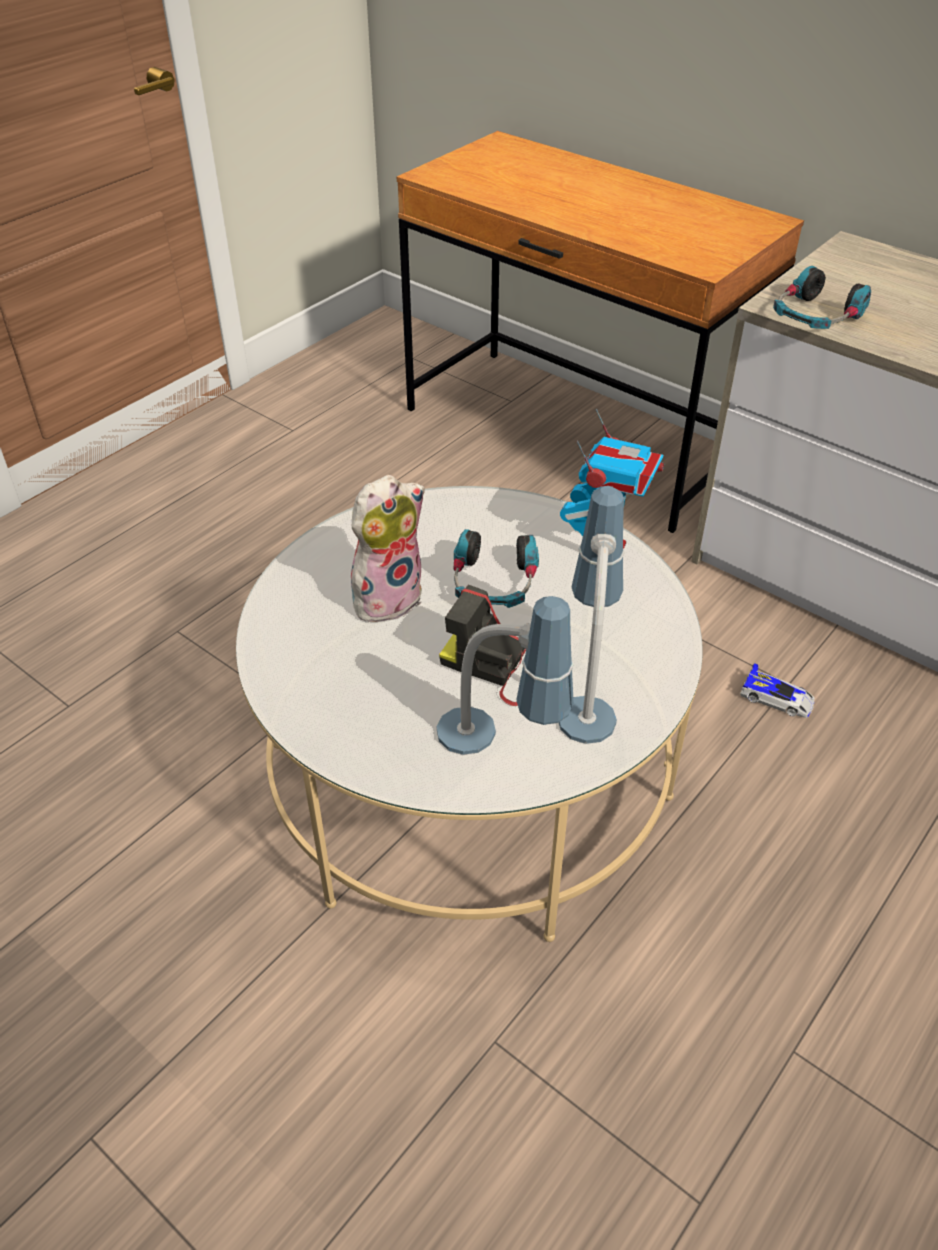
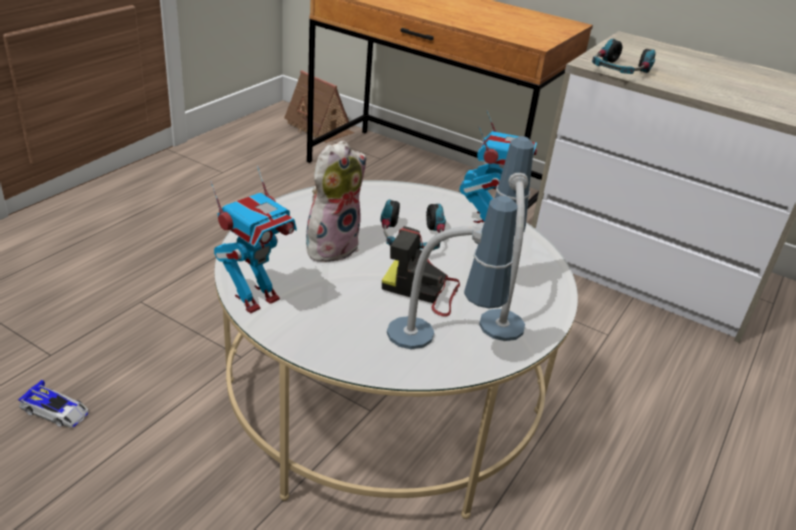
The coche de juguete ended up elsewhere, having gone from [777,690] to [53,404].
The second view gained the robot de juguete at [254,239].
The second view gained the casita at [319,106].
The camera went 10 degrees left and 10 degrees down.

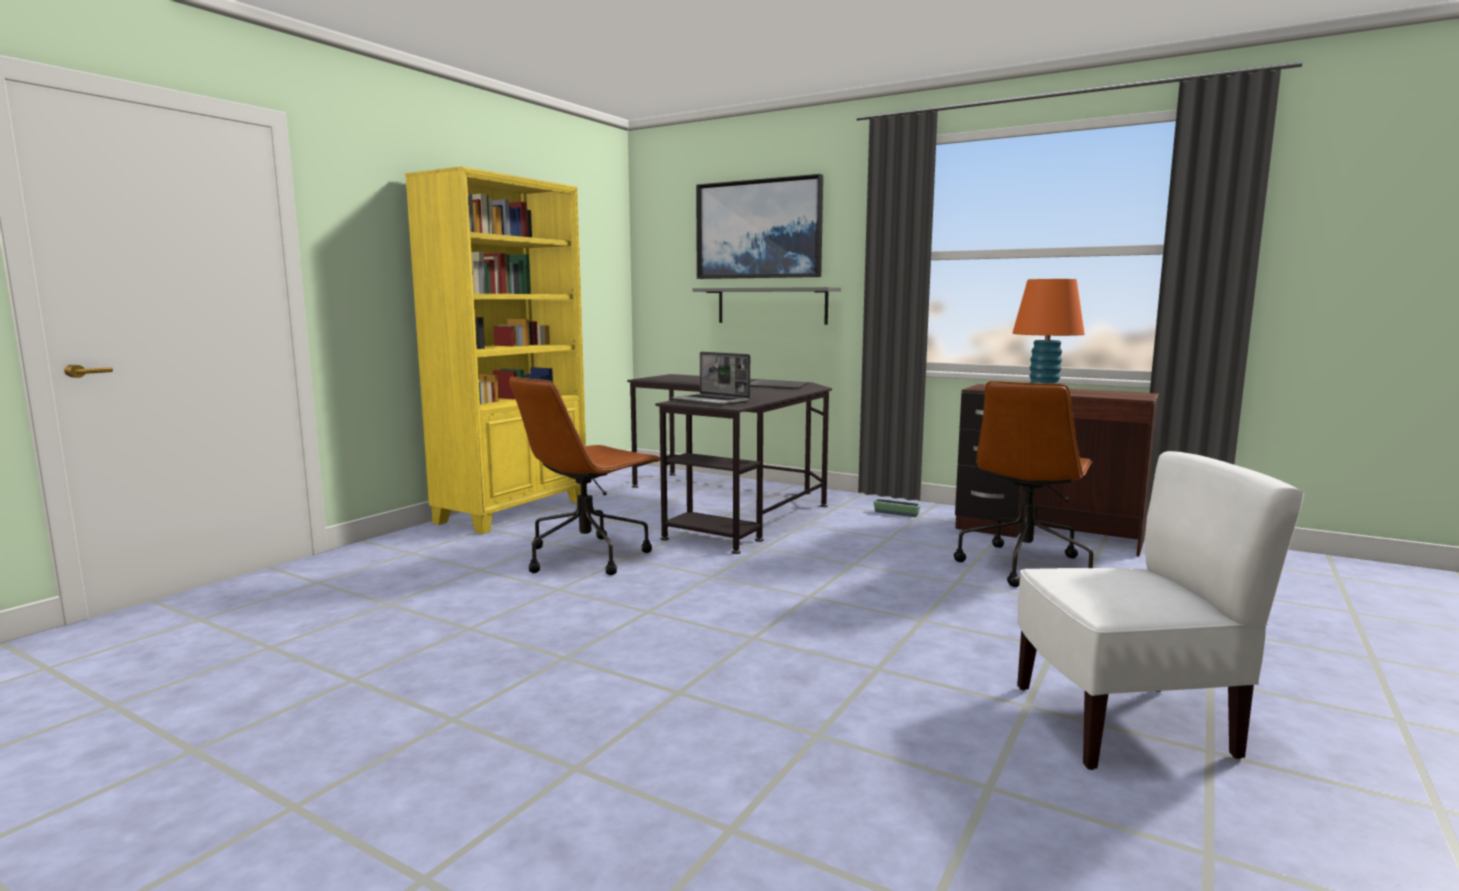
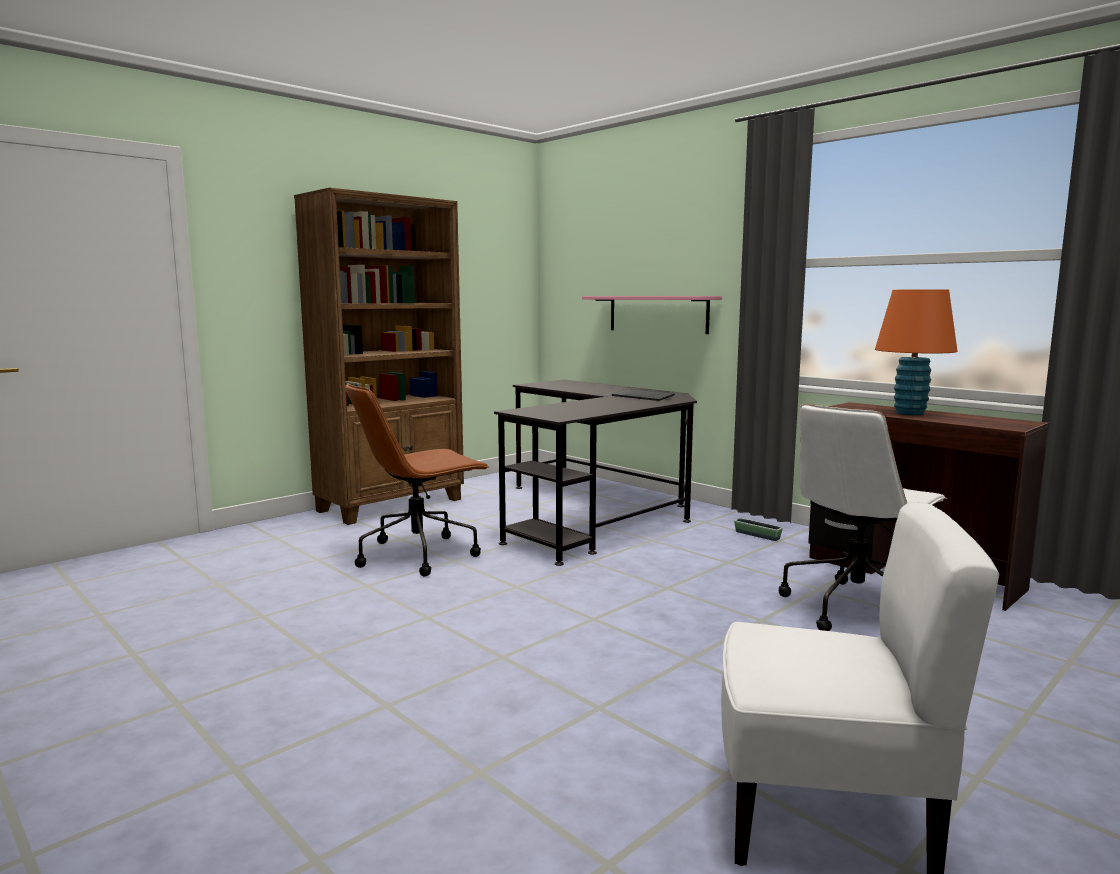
What was the estantería/amarillo at [495,350] turned into the estantería/marrón at [379,356].
The second view lost the portátil at [710,379].
What was the estante/gris at [766,306] turned into the estante/rosa at [652,315].
The second view lost the cuadro at [759,226].
What was the silla de oficina/marrón at [1024,484] turned into the silla de oficina/blanco at [863,517].
The camera went 15 degrees right and 0 degrees up.

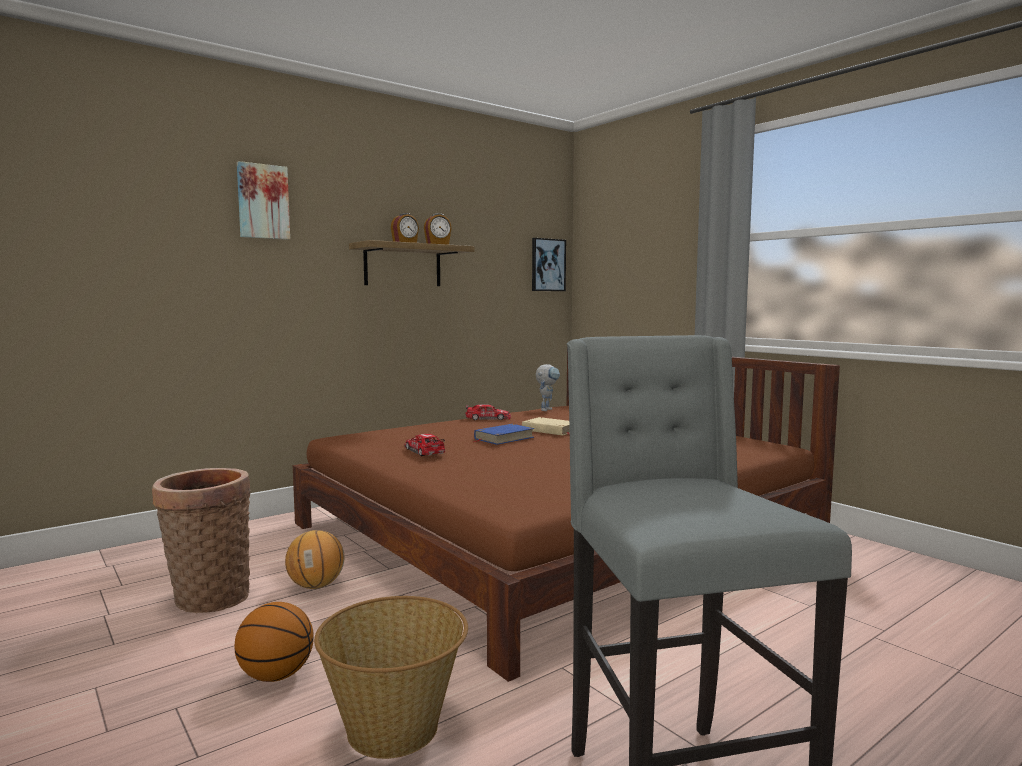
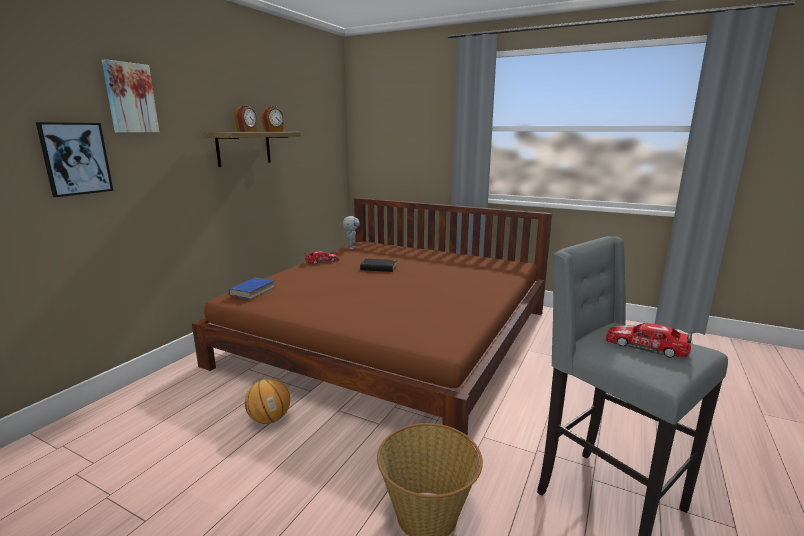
The second view lost the cesta at [201,540].
The second view lost the balón de baloncesto at [274,642].
The coche de juguete ended up elsewhere, having gone from [425,445] to [648,340].
The libro/azul ended up elsewhere, having gone from [503,434] to [252,288].
What was the libro/beis at [546,426] turned into the libro/negro at [379,265].
The cuadro ended up elsewhere, having gone from [549,264] to [74,159].
The camera went 25 degrees left and 10 degrees up.

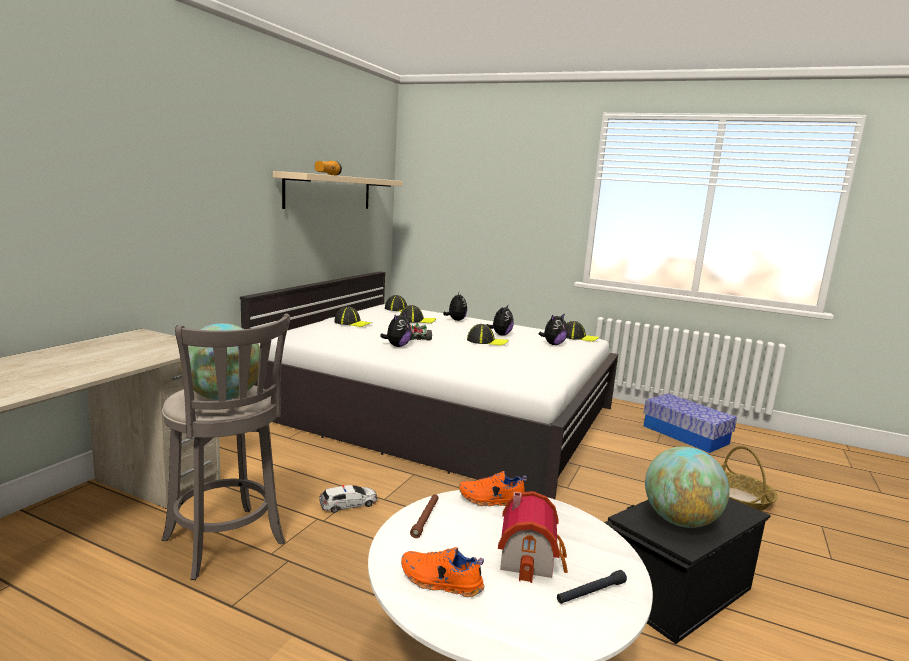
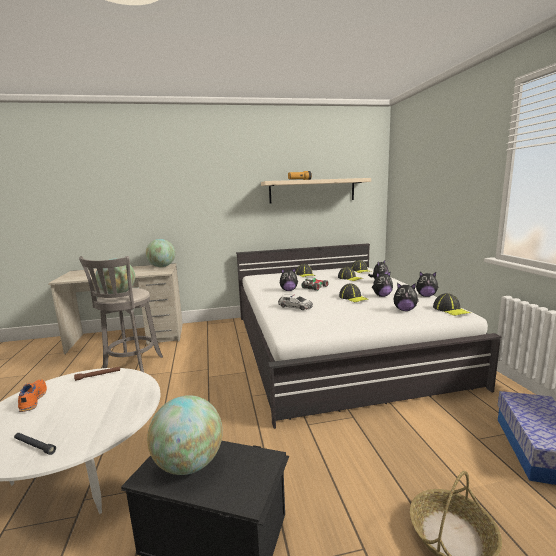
The coche de juguete ended up elsewhere, having gone from [348,499] to [295,302].
The second view lost the zapato/naranja at [493,488].
The second view lost the casita at [533,537].
The second view gained the globo terráqueo at [160,253].
The second view gained the peluche at [427,284].
The camera went 55 degrees right and 0 degrees up.

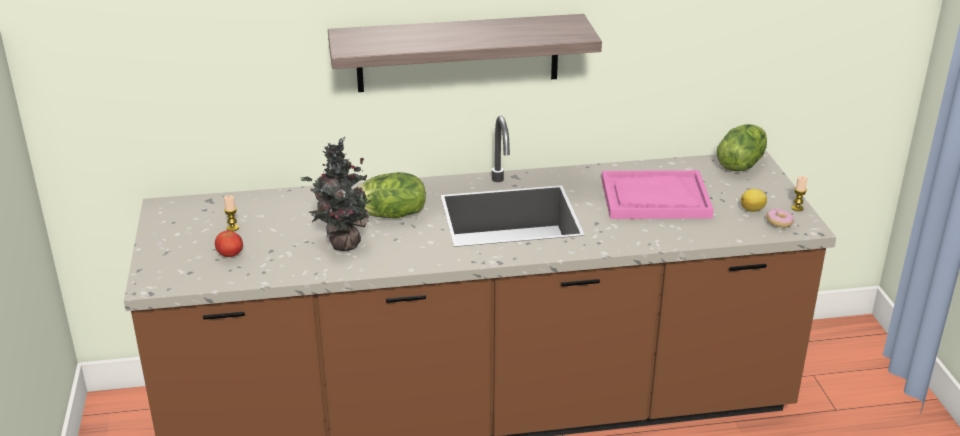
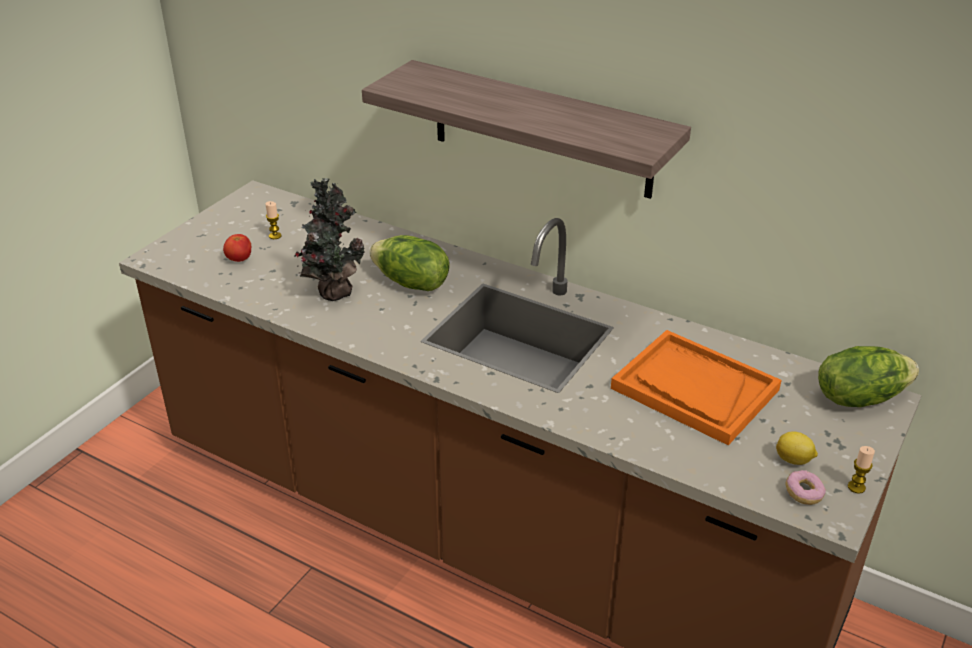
What was the bandeja/rosa at [657,194] turned into the bandeja/naranja at [696,387].
The camera went 40 degrees right and 5 degrees up.

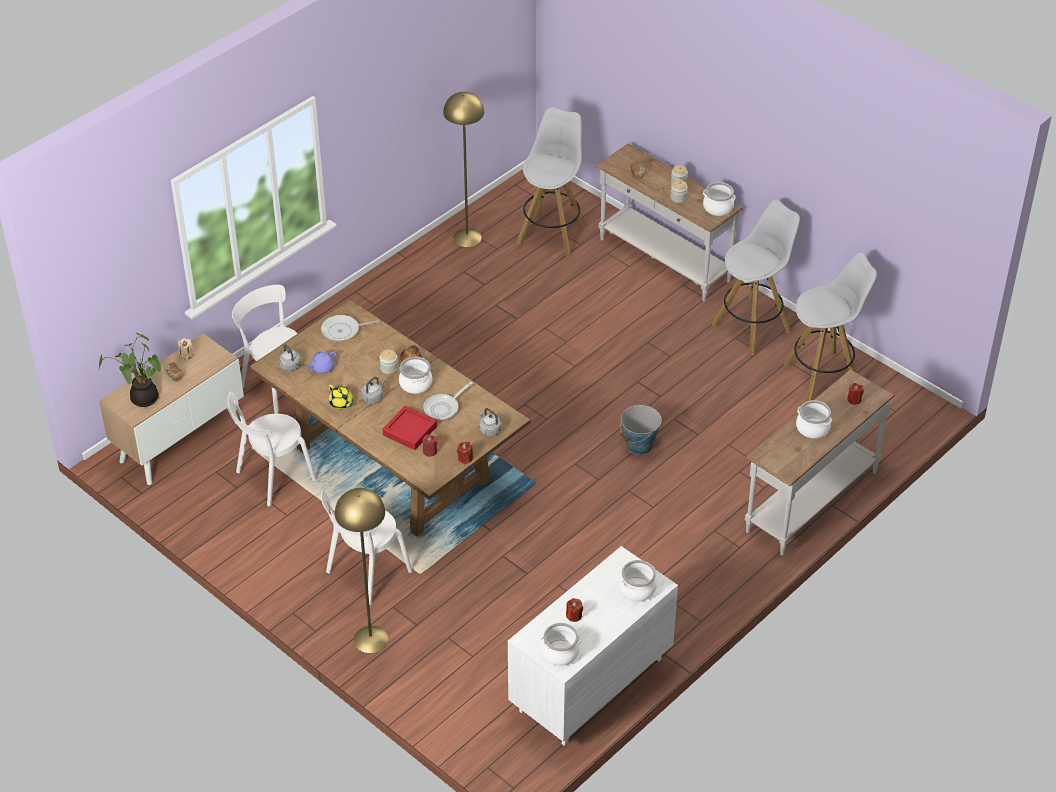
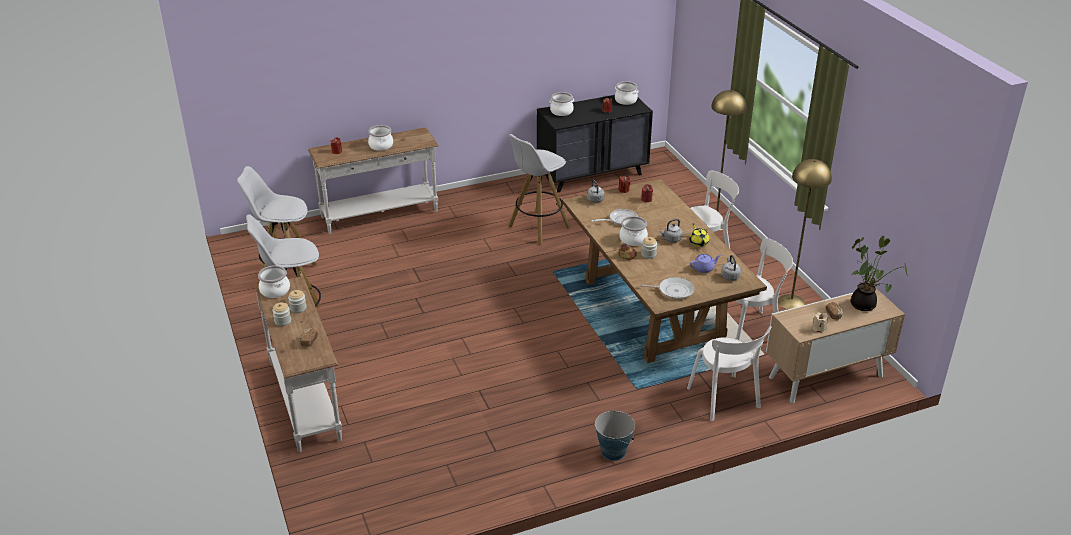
The second view lost the bandeja/rojo at [410,428].
The lámpara de pie/amarillo ended up elsewhere, having gone from [463,169] to [805,234].
What was the cómoda/blanco at [593,646] turned into the cómoda/negro at [595,143].
The taburete/blanco ended up elsewhere, having gone from [551,182] to [539,189].
The cubo ended up elsewhere, having gone from [641,430] to [615,435].
The camera went 155 degrees left and 10 degrees down.

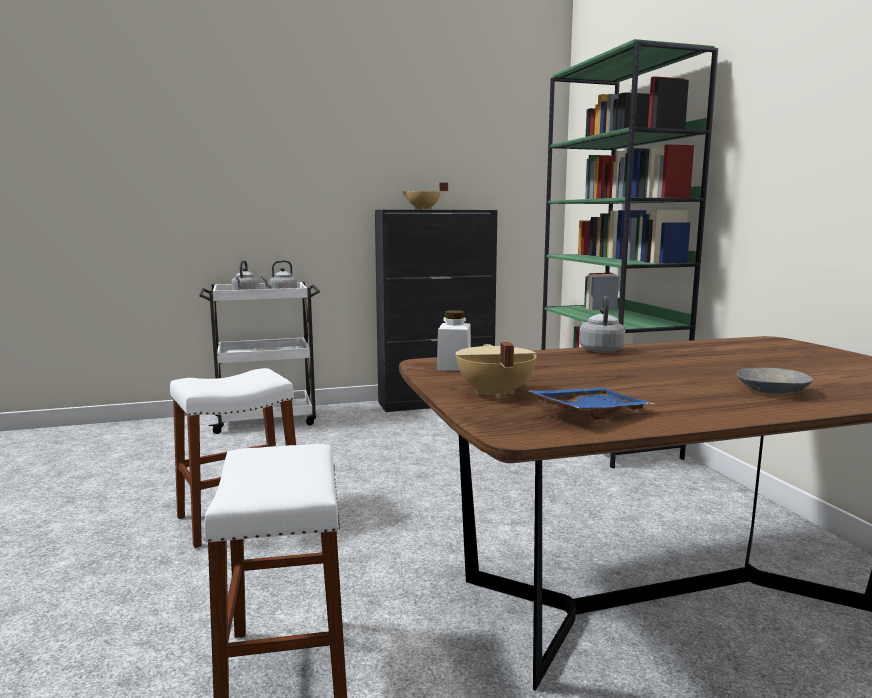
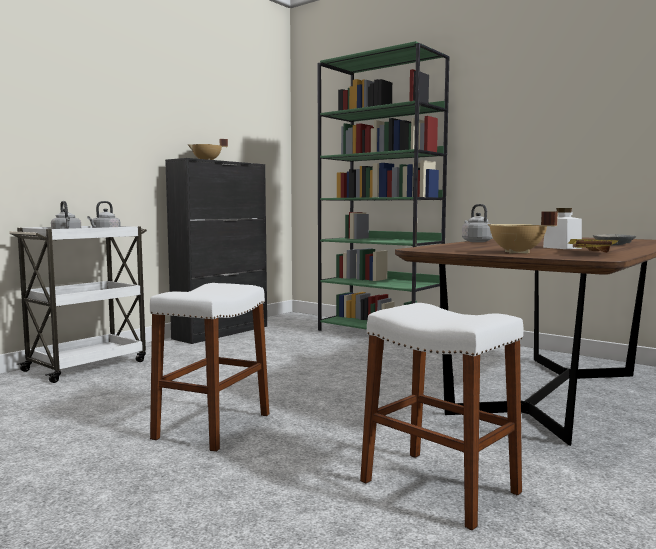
The tarro/blanco ended up elsewhere, having gone from [454,340] to [562,228].
What was the bandeja/azul at [591,403] turned into the bandeja/amarillo at [593,246].
The camera went 35 degrees left and 5 degrees down.

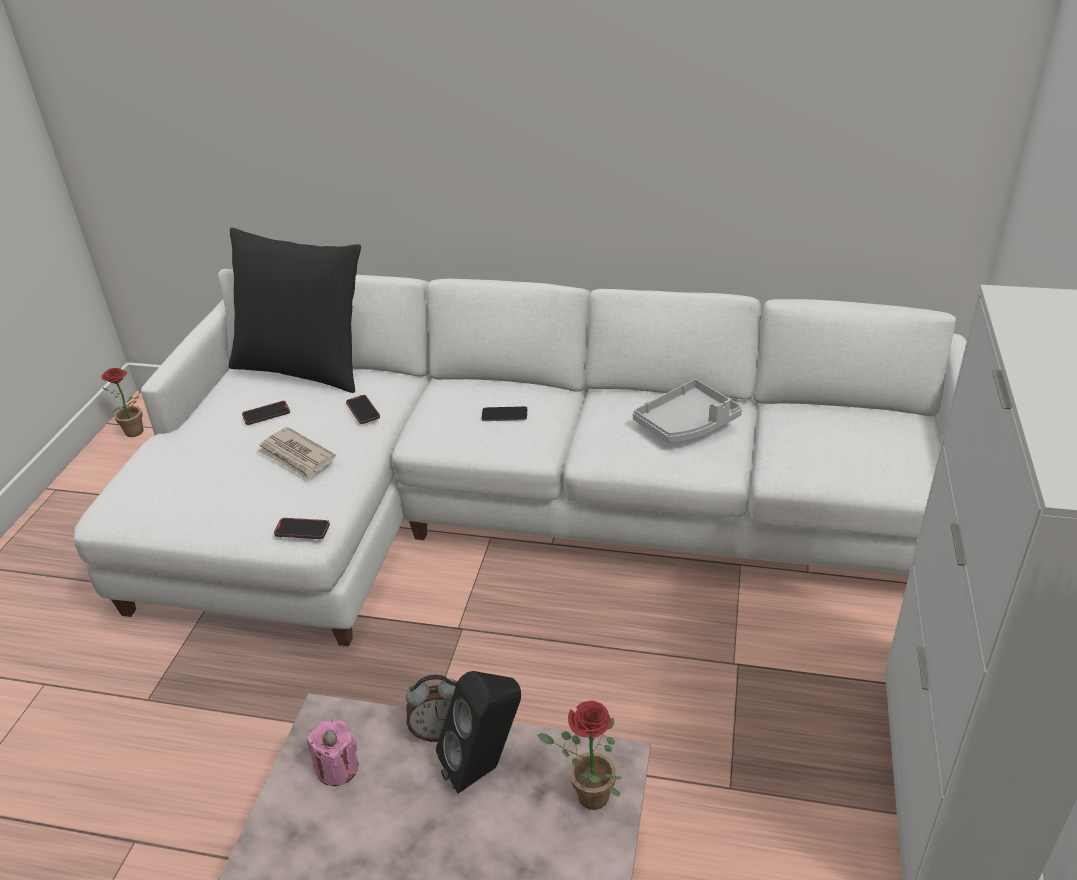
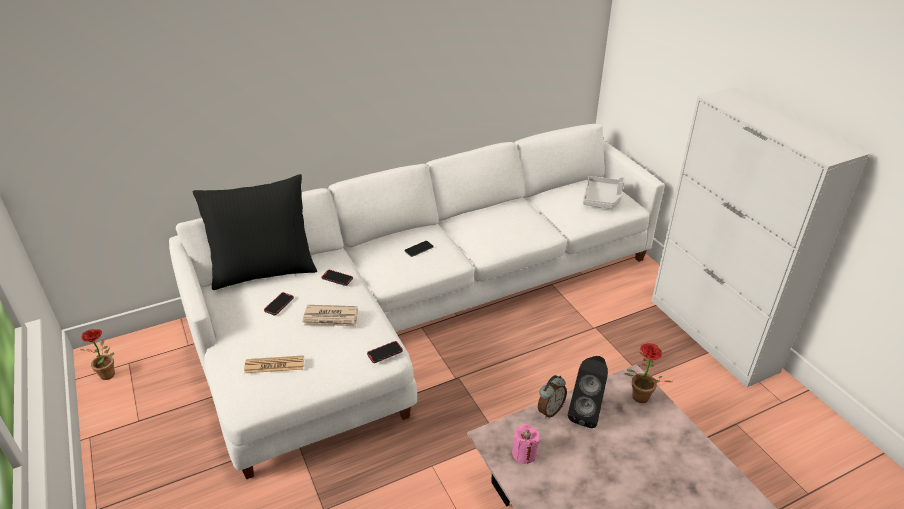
The bandeja/gris ended up elsewhere, having gone from [687,411] to [604,192].
The second view gained the periódico at [274,364].
The camera went 40 degrees left and 0 degrees up.

